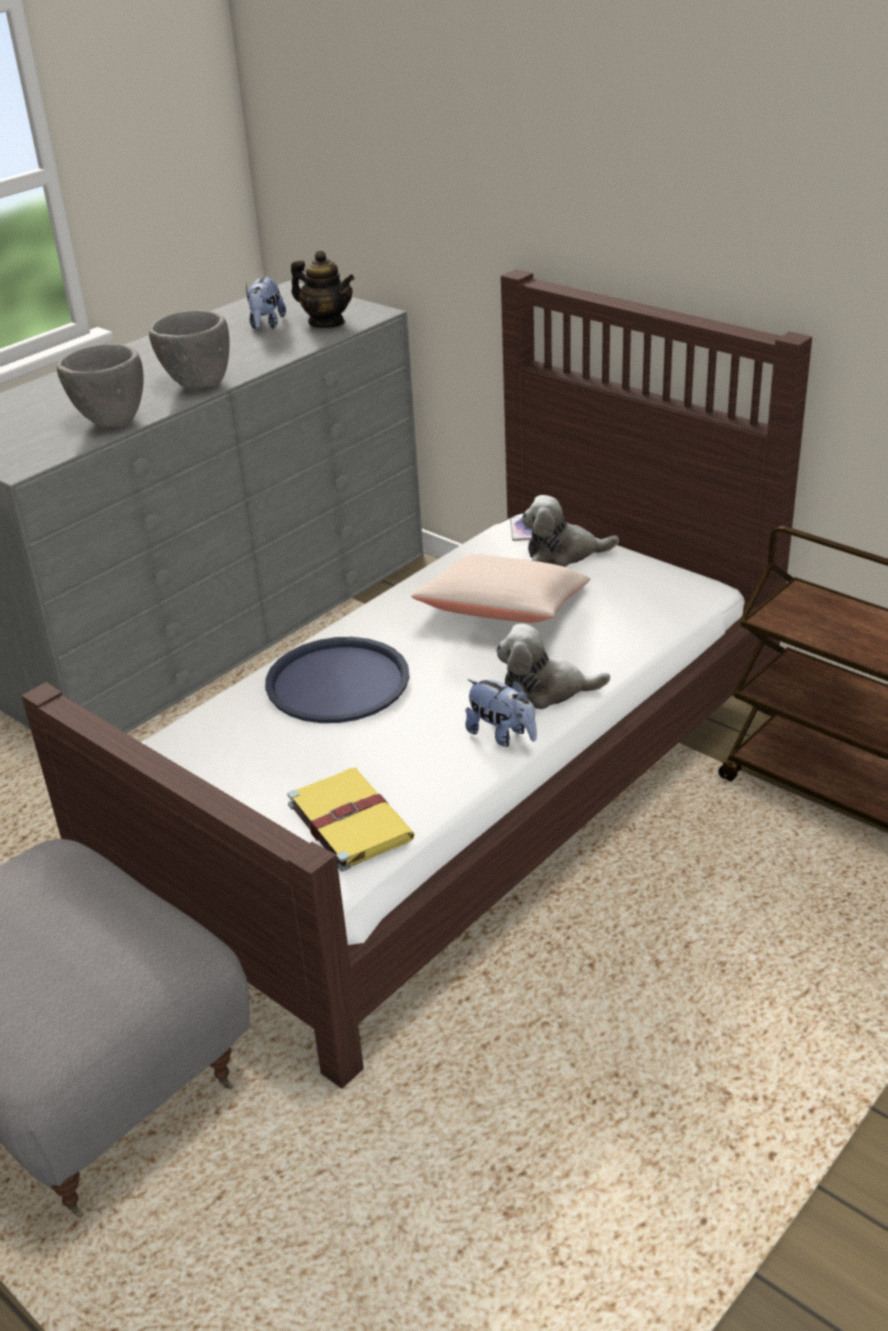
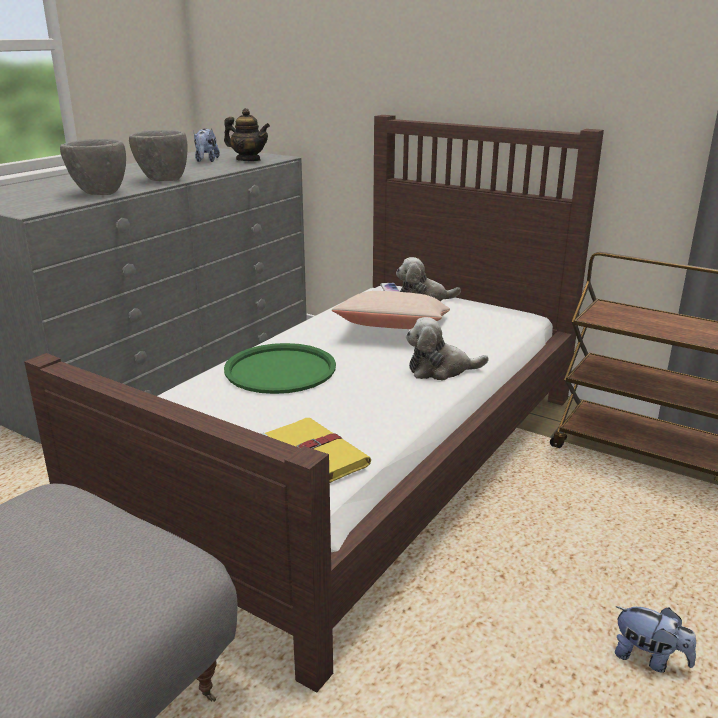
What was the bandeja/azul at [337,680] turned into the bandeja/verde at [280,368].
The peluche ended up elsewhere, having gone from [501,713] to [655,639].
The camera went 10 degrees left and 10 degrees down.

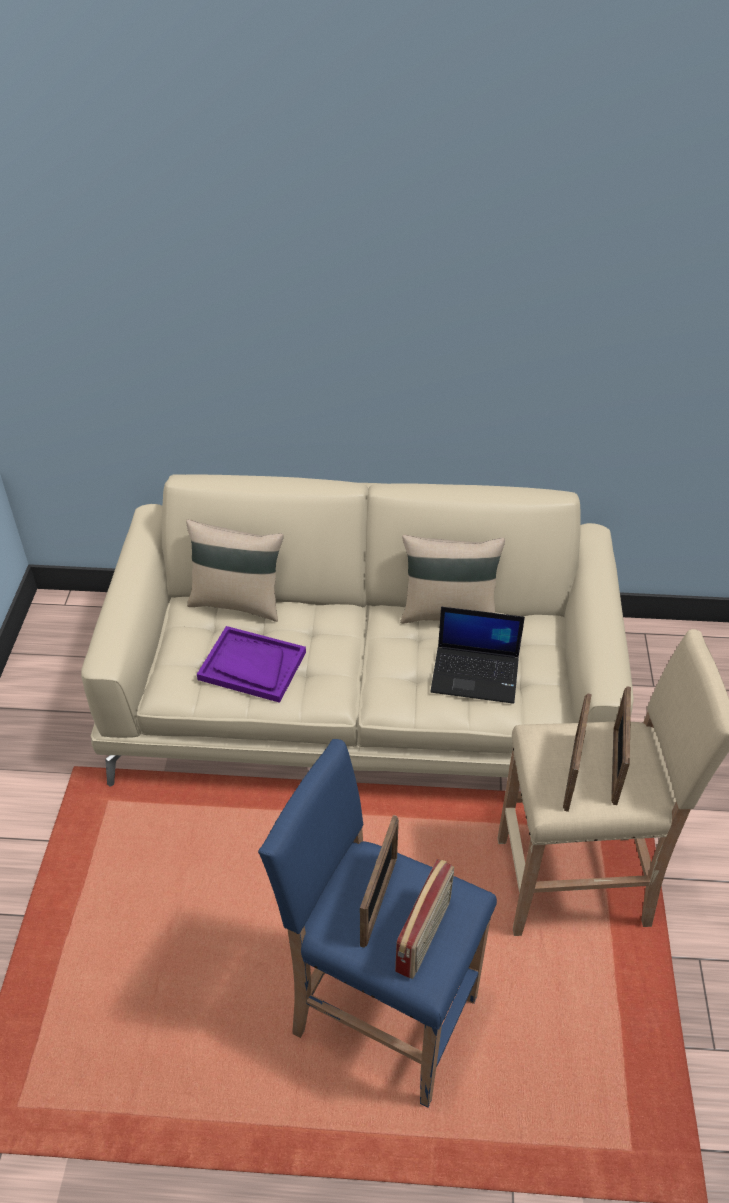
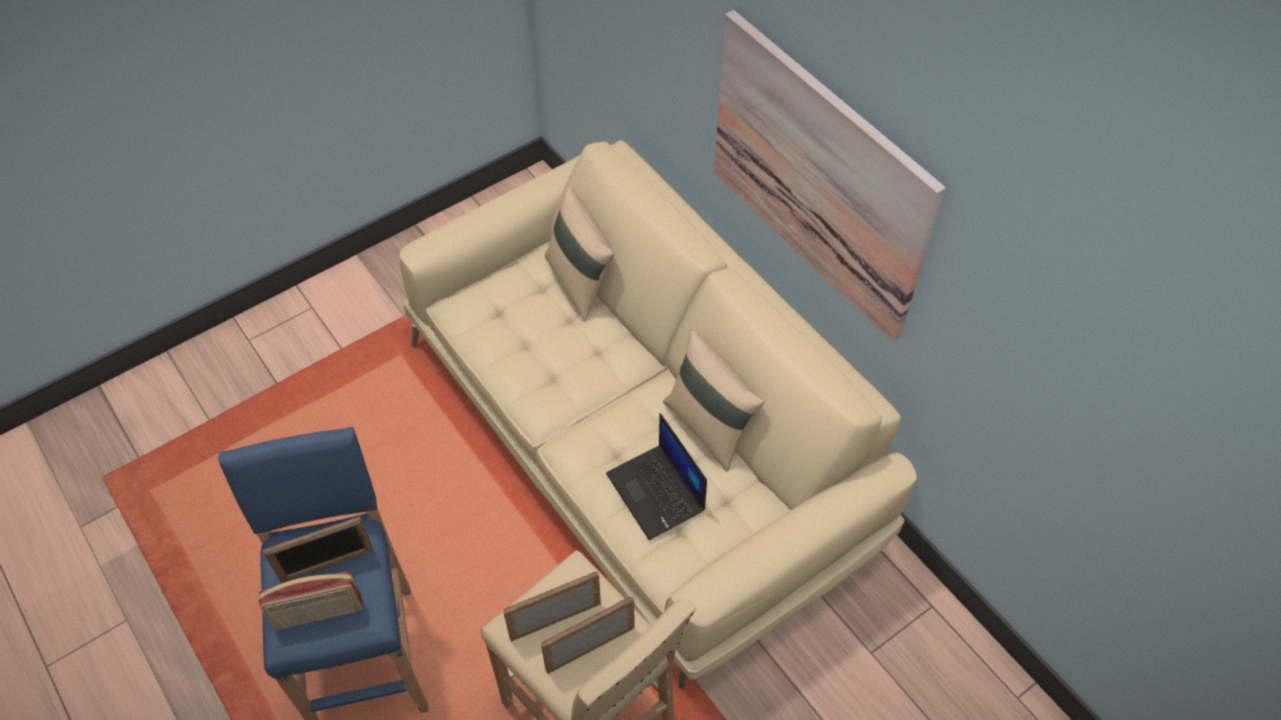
The second view lost the bandeja/morado at [251,664].
The second view gained the cuadro at [830,176].
The camera went 50 degrees right and 10 degrees up.

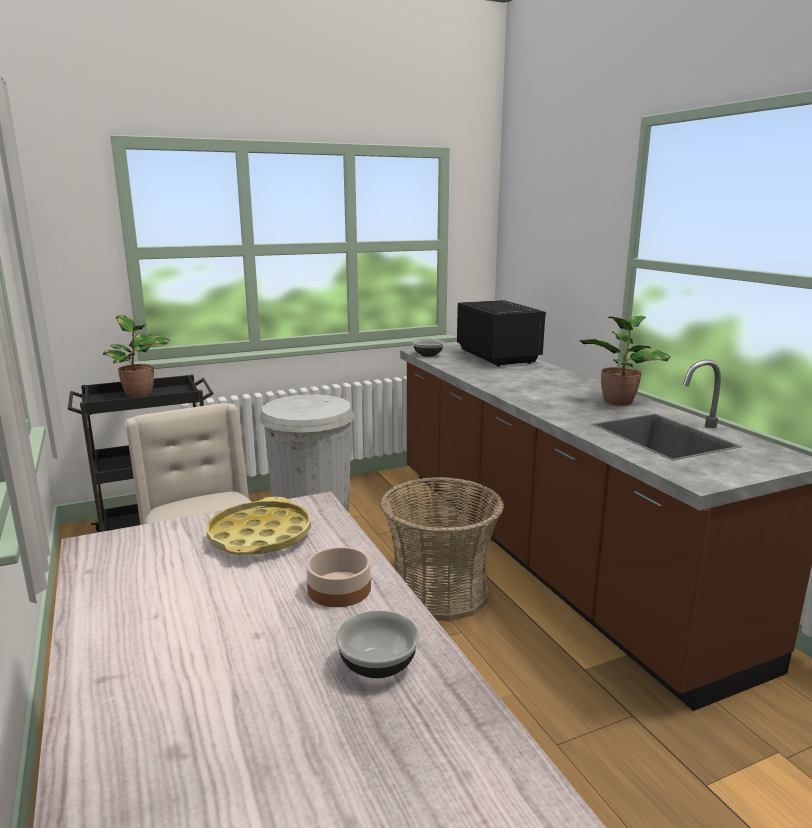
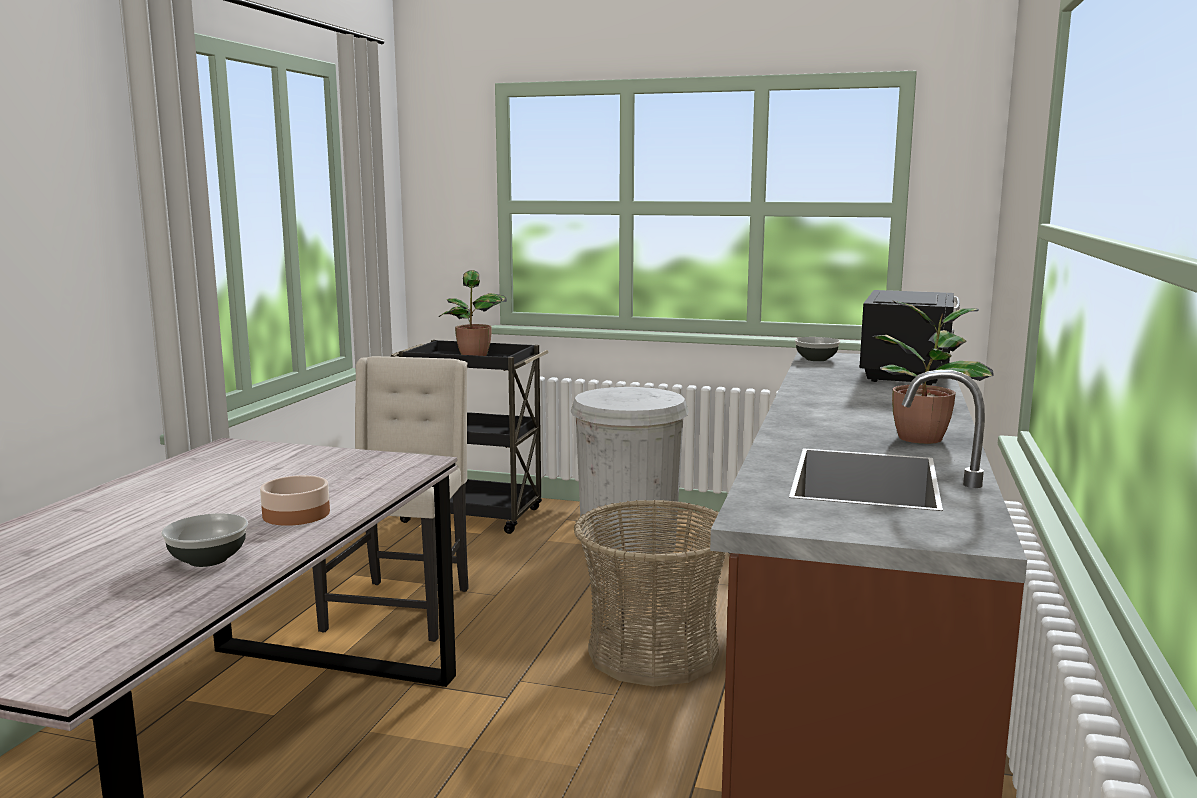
The second view lost the bandeja/amarillo at [258,526].
The camera went 40 degrees right and 5 degrees down.

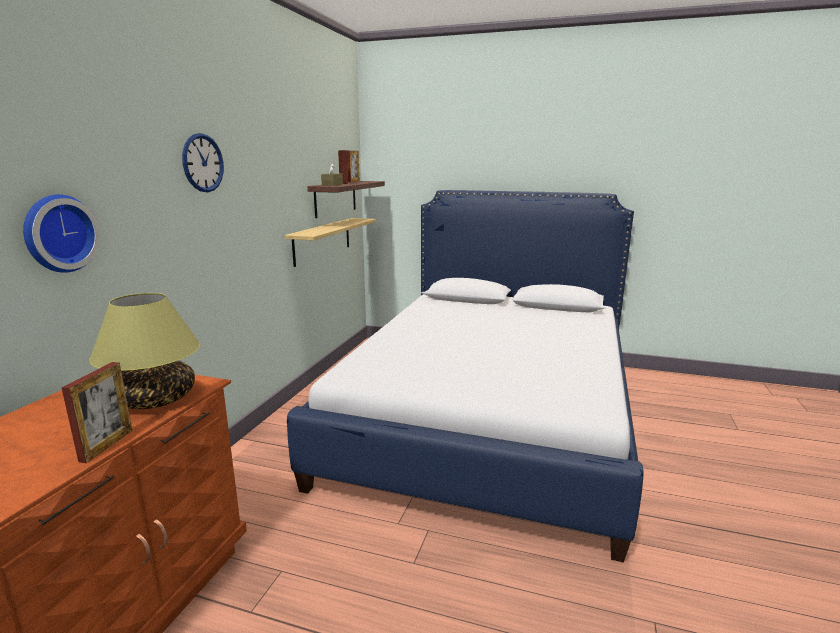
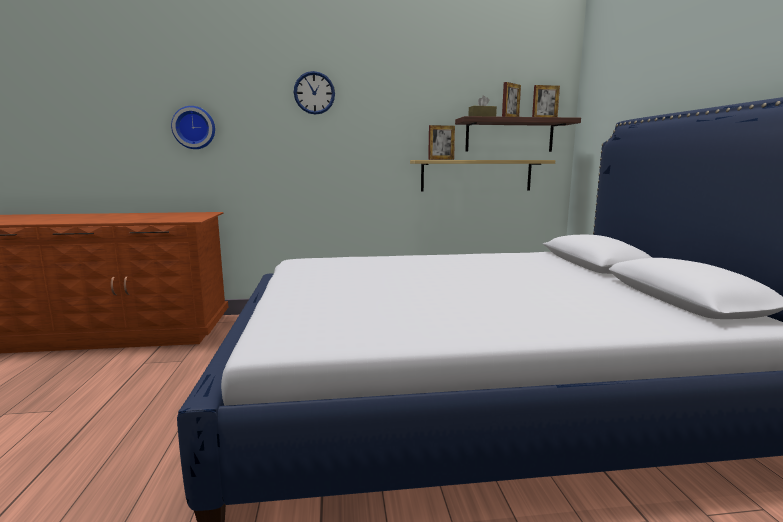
The portarretratos ended up elsewhere, having gone from [96,412] to [441,142].
The second view lost the lámpara de mesa at [144,351].
The camera went 65 degrees right and 5 degrees down.

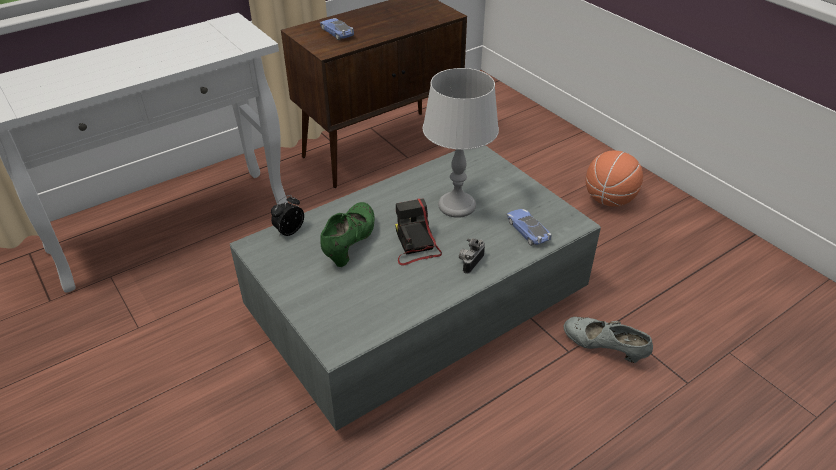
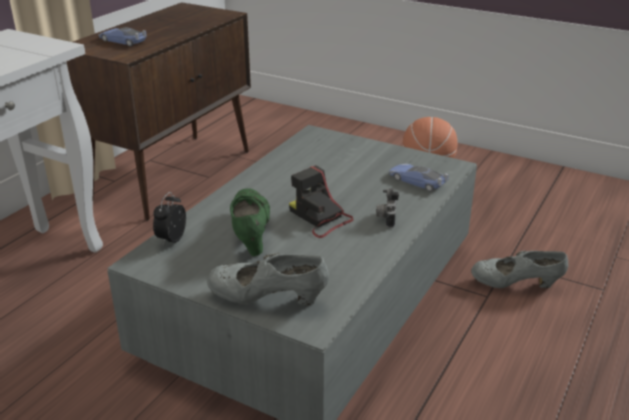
The second view lost the lámpara de mesa/gris at [460,143].
The second view gained the zapato/gris at [268,279].
The camera went 25 degrees left and 10 degrees down.

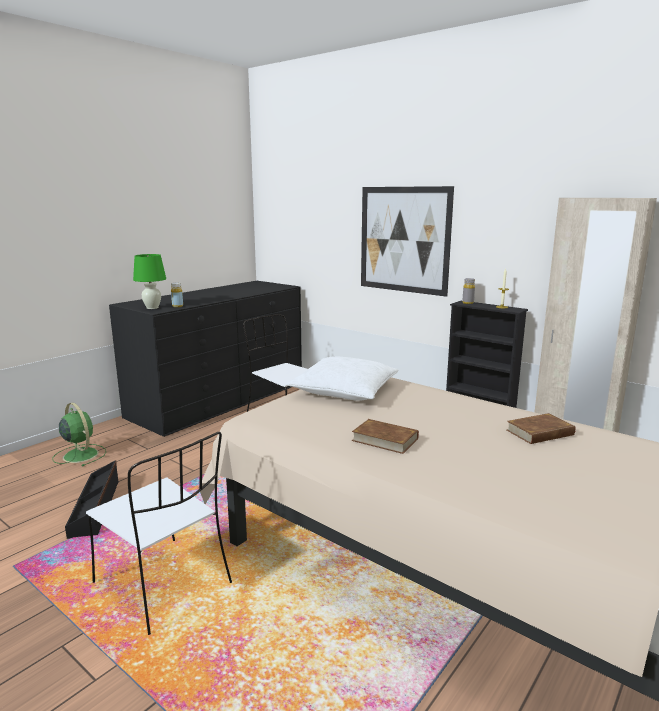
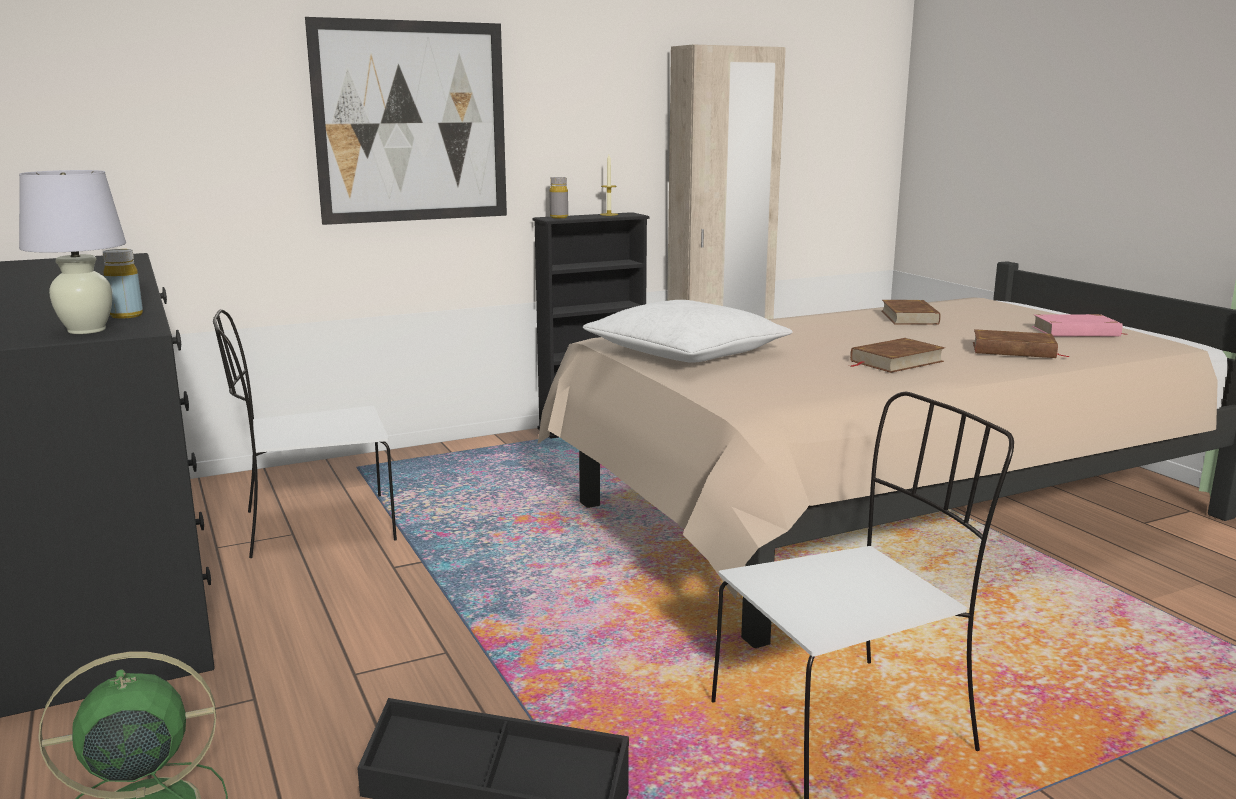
What was the lámpara de mesa/verde at [149,281] turned into the lámpara de mesa/blanco at [72,252].
The second view gained the libro/marrón at [1021,343].
The second view gained the libro/rosa at [1080,325].
The camera went 65 degrees left and 0 degrees up.

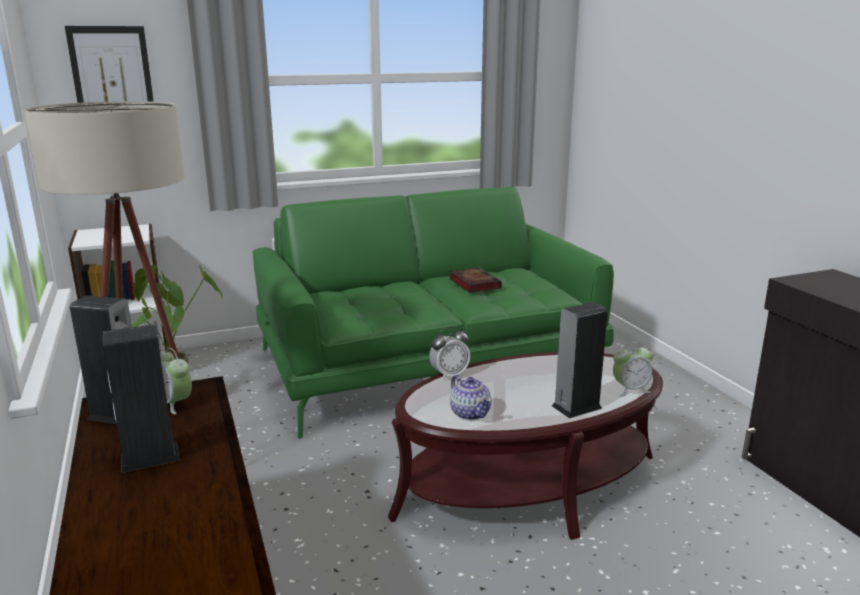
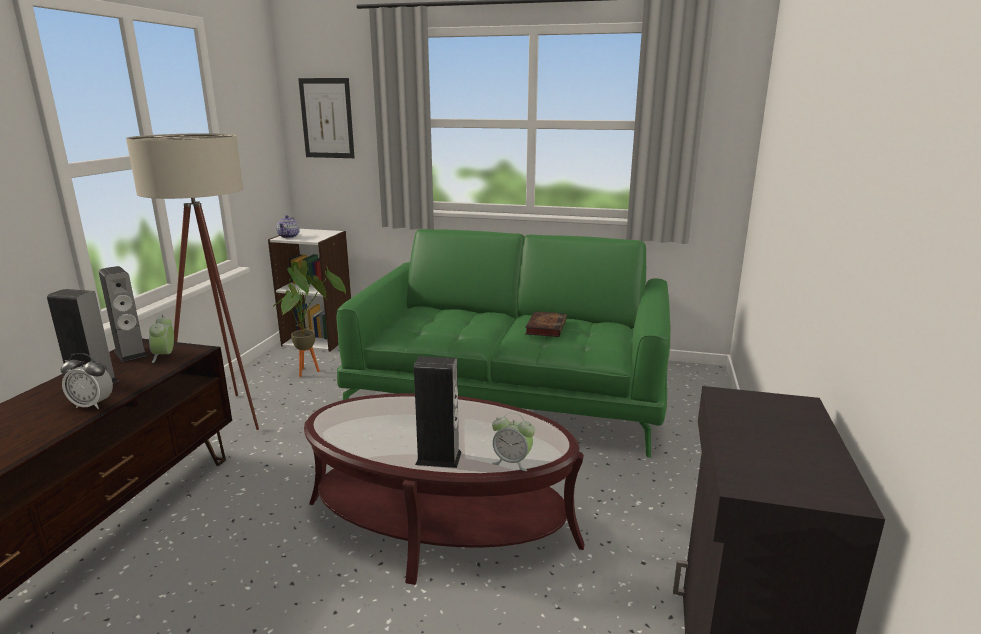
The despertador ended up elsewhere, having gone from [449,353] to [87,381].
The tetera ended up elsewhere, having gone from [470,397] to [288,226].
The camera went 35 degrees right and 0 degrees up.

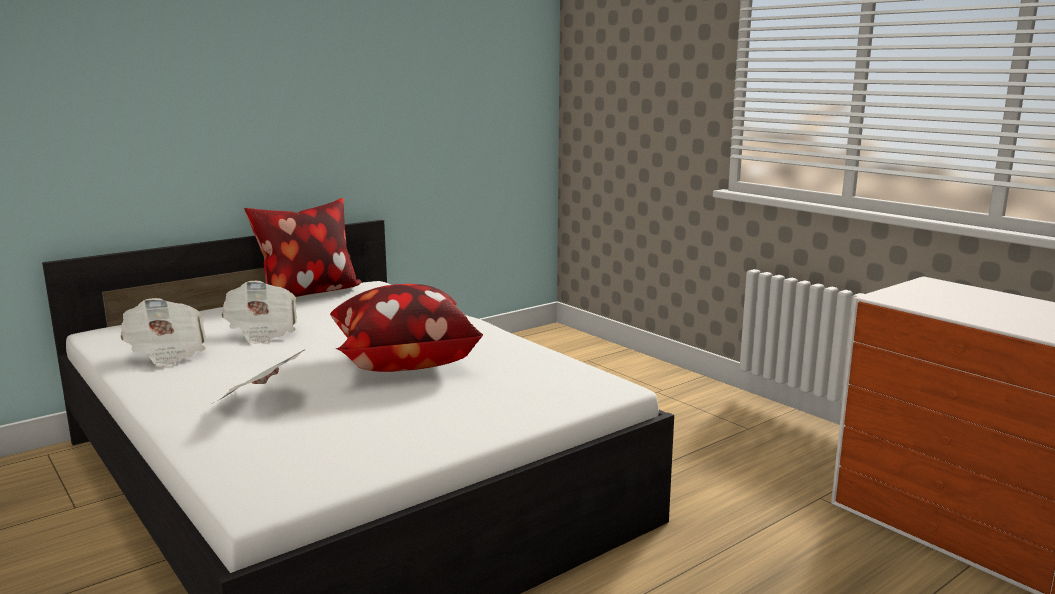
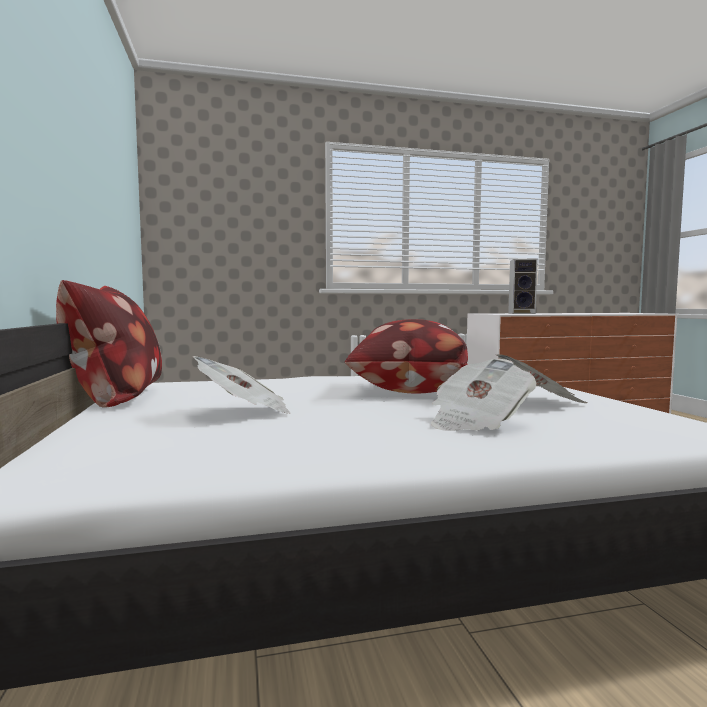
The periódico ended up elsewhere, having gone from [163,332] to [542,378].
The second view gained the altavoz at [523,286].
The camera went 65 degrees left and 10 degrees down.

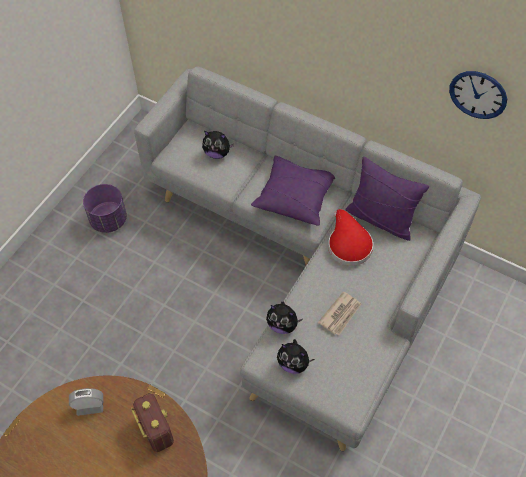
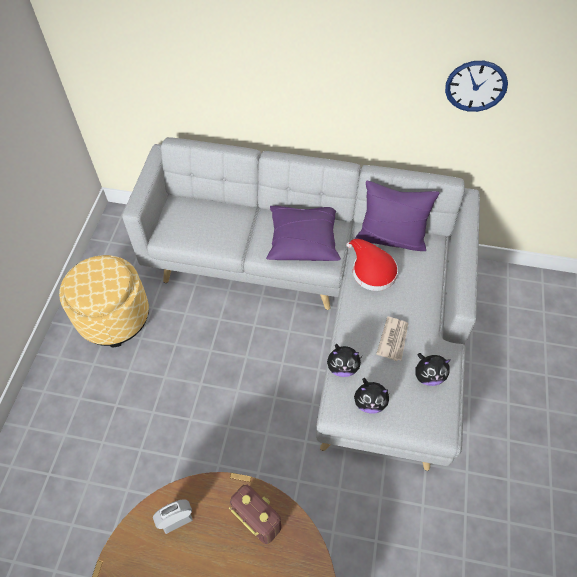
Where the maceta/morado stood at [105,208], the puf came to stand at [104,301].
The peluche ended up elsewhere, having gone from [218,145] to [432,369].
The camera went 20 degrees left and 0 degrees up.

